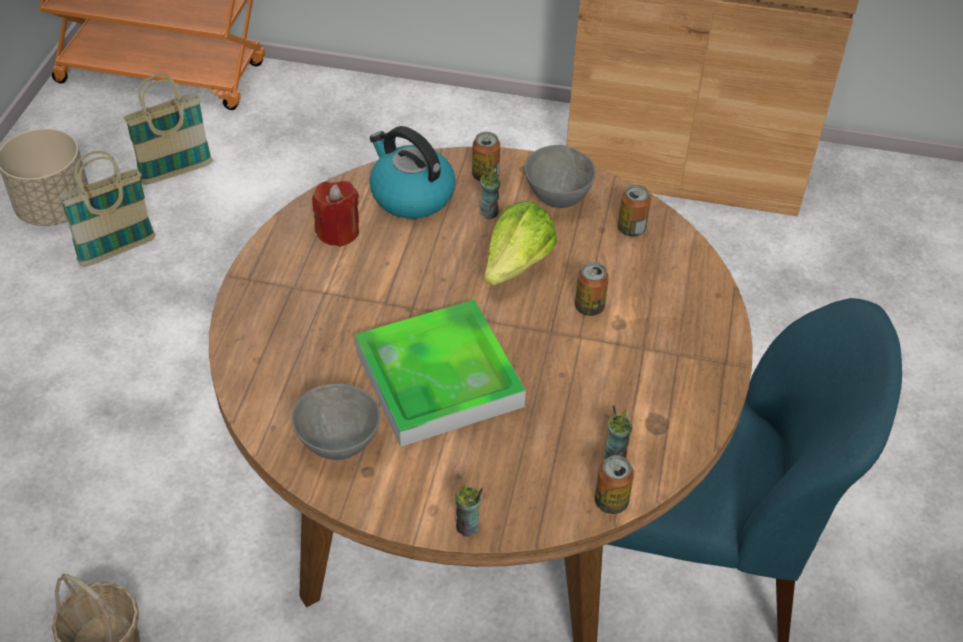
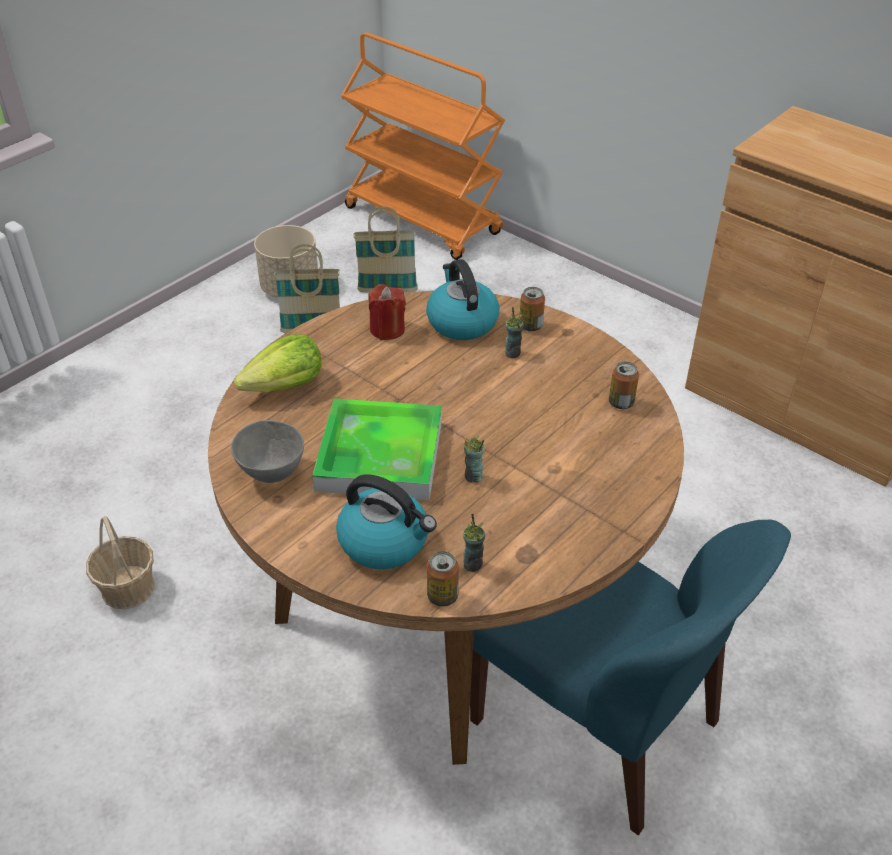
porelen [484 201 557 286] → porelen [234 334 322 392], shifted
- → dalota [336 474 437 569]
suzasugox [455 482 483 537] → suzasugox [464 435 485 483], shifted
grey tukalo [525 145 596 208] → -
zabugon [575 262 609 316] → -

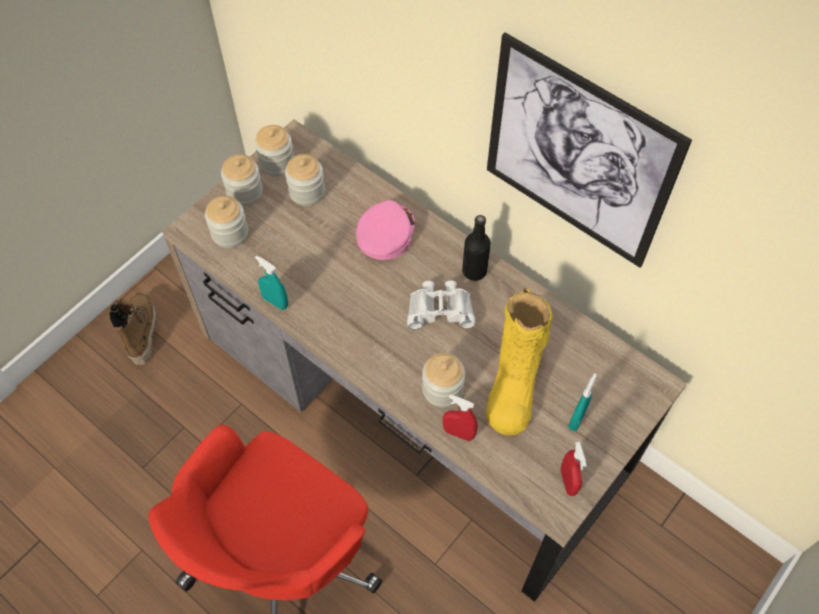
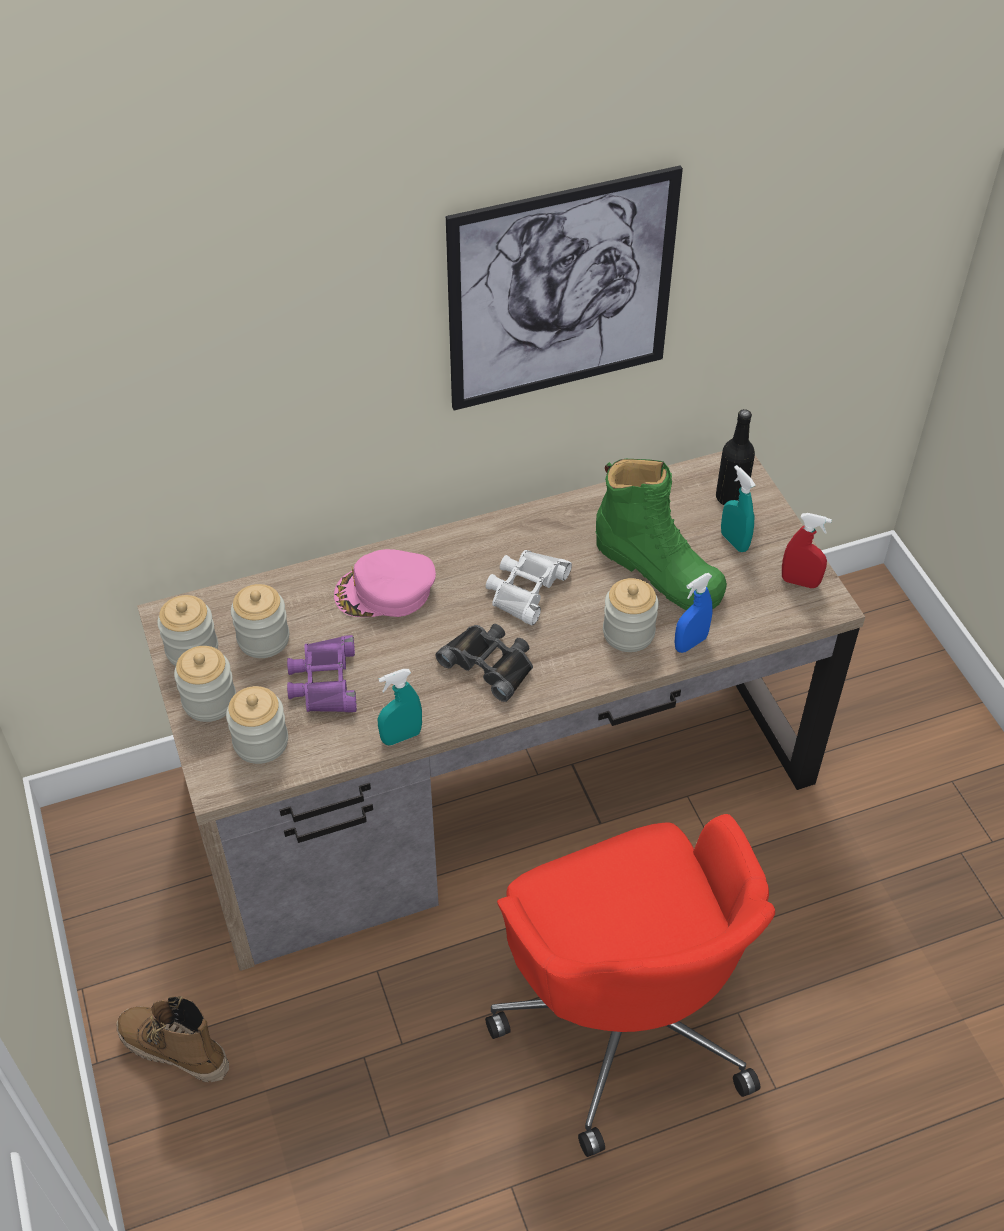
- → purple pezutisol [287 635 357 712]
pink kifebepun [356 200 415 260] → pink kifebepun [334 549 436 617], 60 degrees counterclockwise
- → black pezutisol [436 624 533 702]
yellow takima [486 288 553 435] → green takima [595 459 727 610]
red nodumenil [443 395 478 441] → blue nodumenil [674 573 712 653]
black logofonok [462 215 491 281] → black logofonok [716 409 755 505], shifted

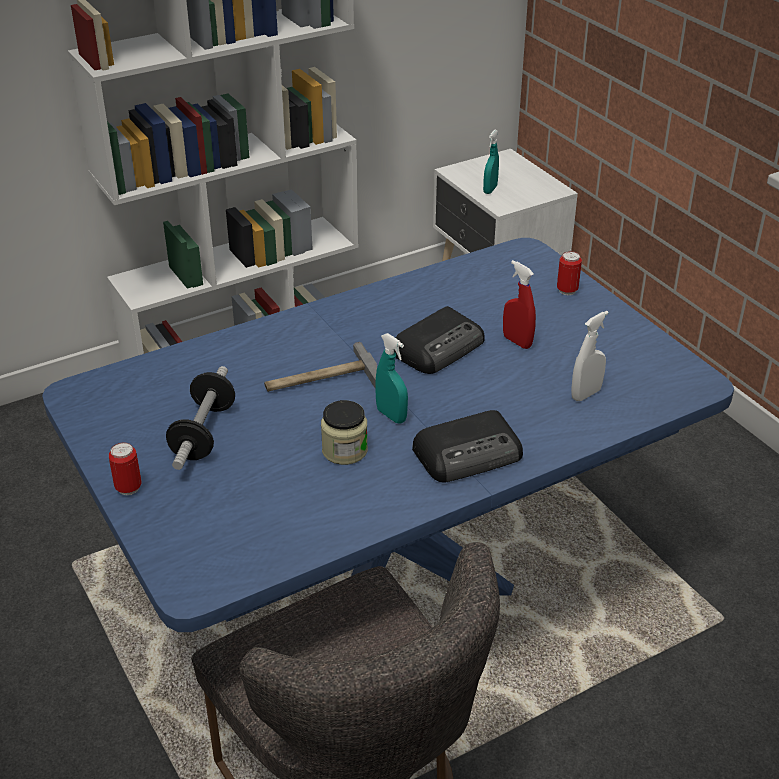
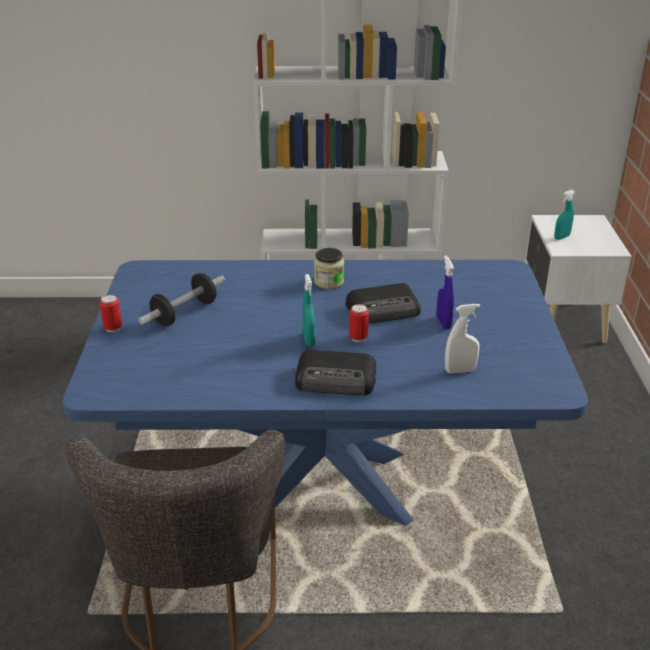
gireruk [321 400 368 465] → gireruk [314 248 344 289], shifted
zabugon [557 251 582 295] → zabugon [349 304 369 342], shifted
red nodumenil [503 260 536 349] → blue nodumenil [437 255 454 329]
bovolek [264 342 377 392] → -

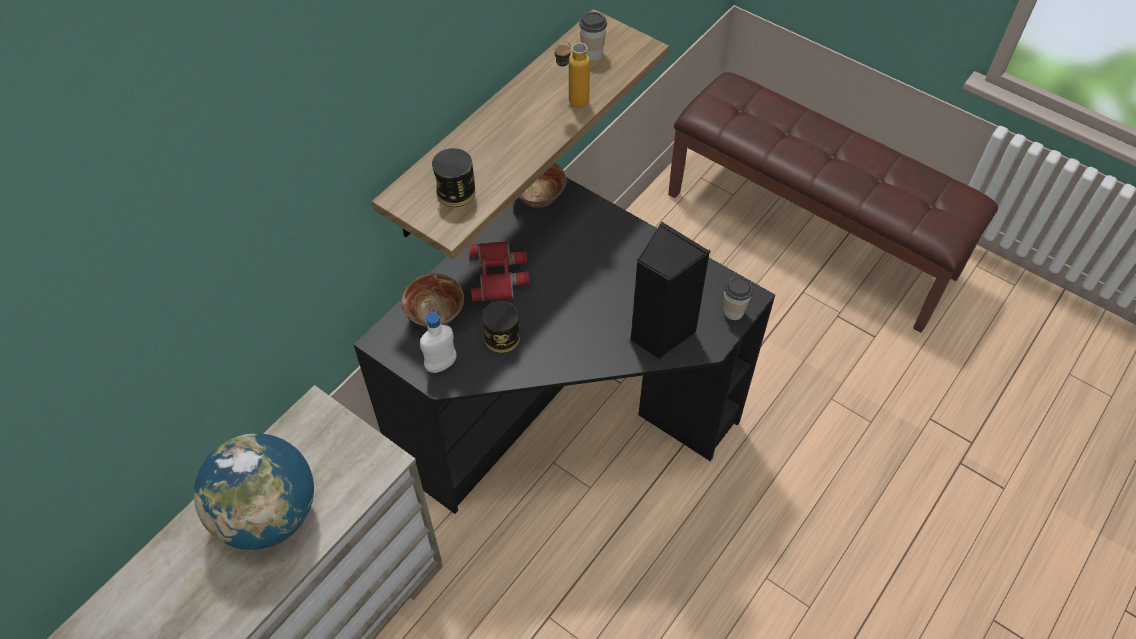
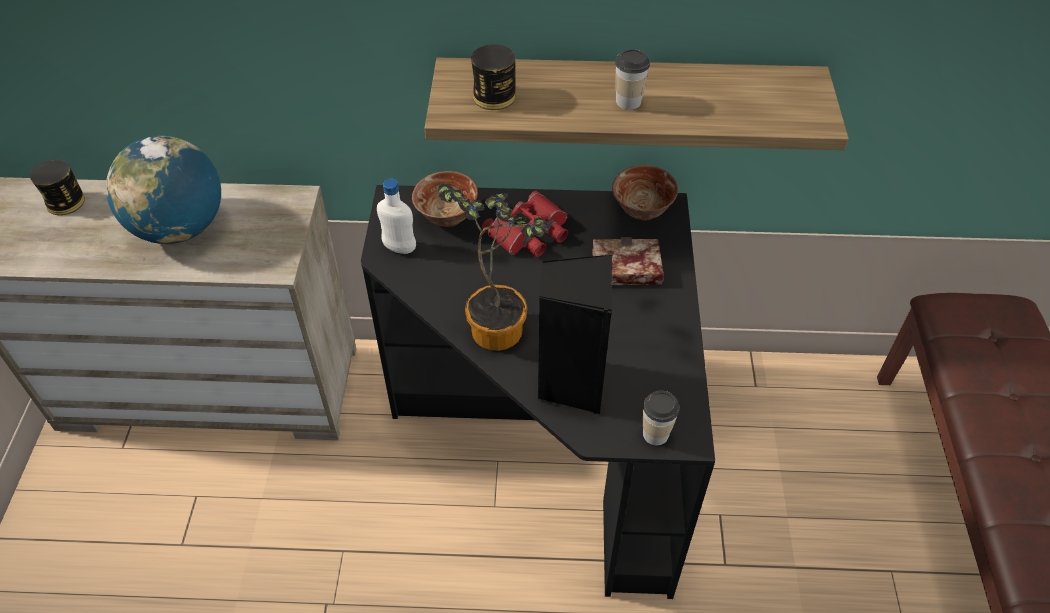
zabugon [482 301 520 353] → zabugon [30 160 85 215], shifted
- → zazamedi [438 183 548 351]
- → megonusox [592 237 663 285]
suzasugox [579 12 607 61] → suzasugox [615 49 650 110], shifted
logofonok [554 41 590 107] → -

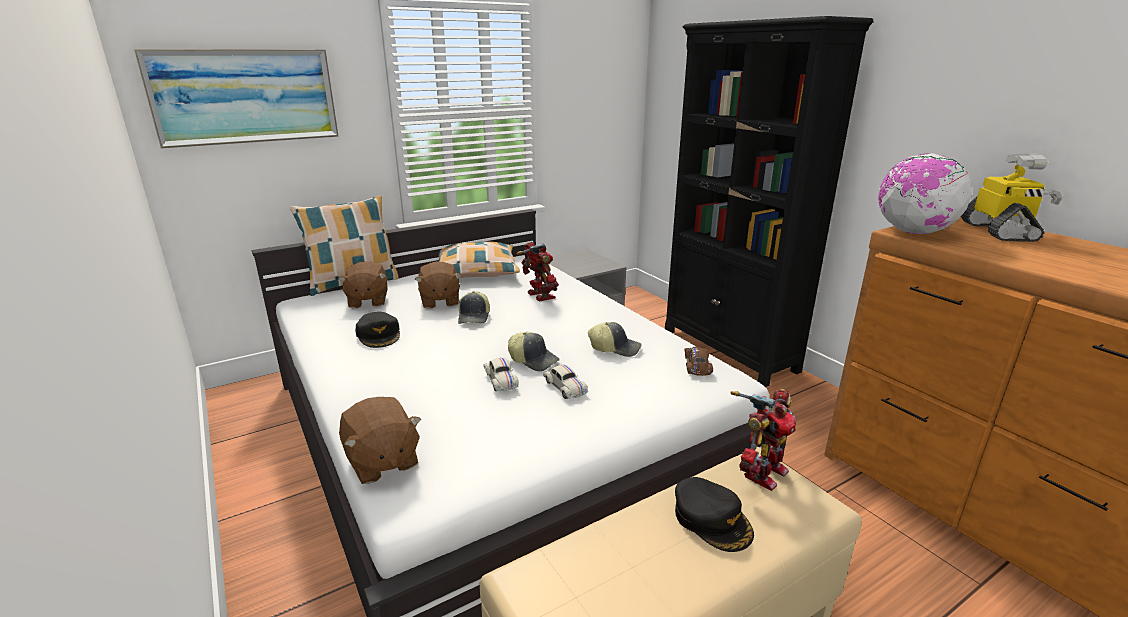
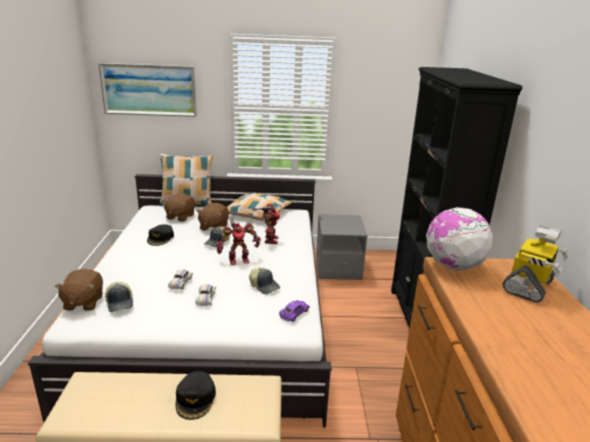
kifebepun [508 332 560 371] → kifebepun [105 282 133 312], shifted
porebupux [730 389 796 491] → porebupux [217 219 261 265], shifted
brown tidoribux [684 346 713 376] → purple tidoribux [279 300 310 322]

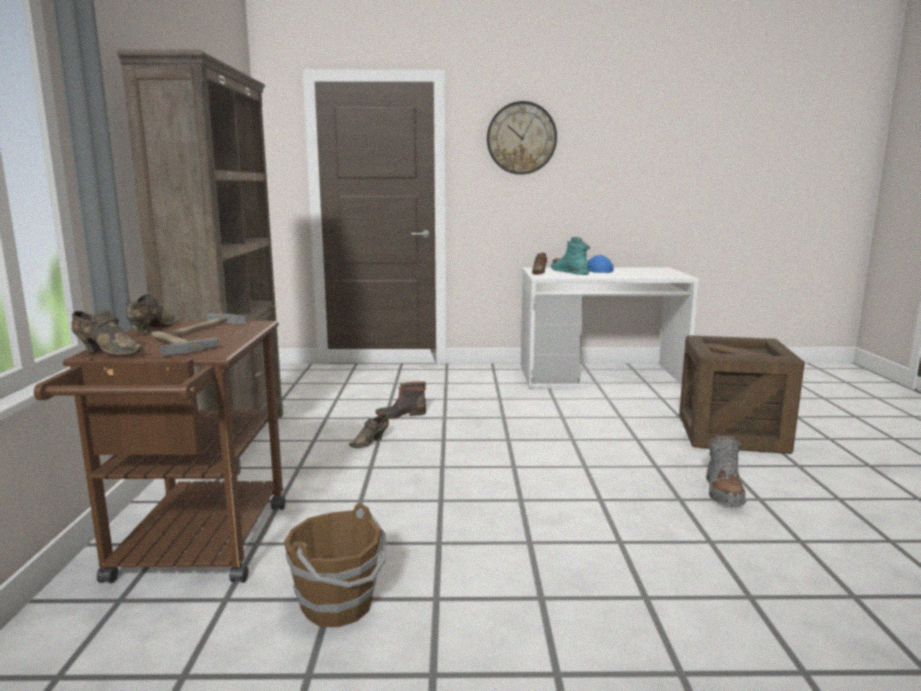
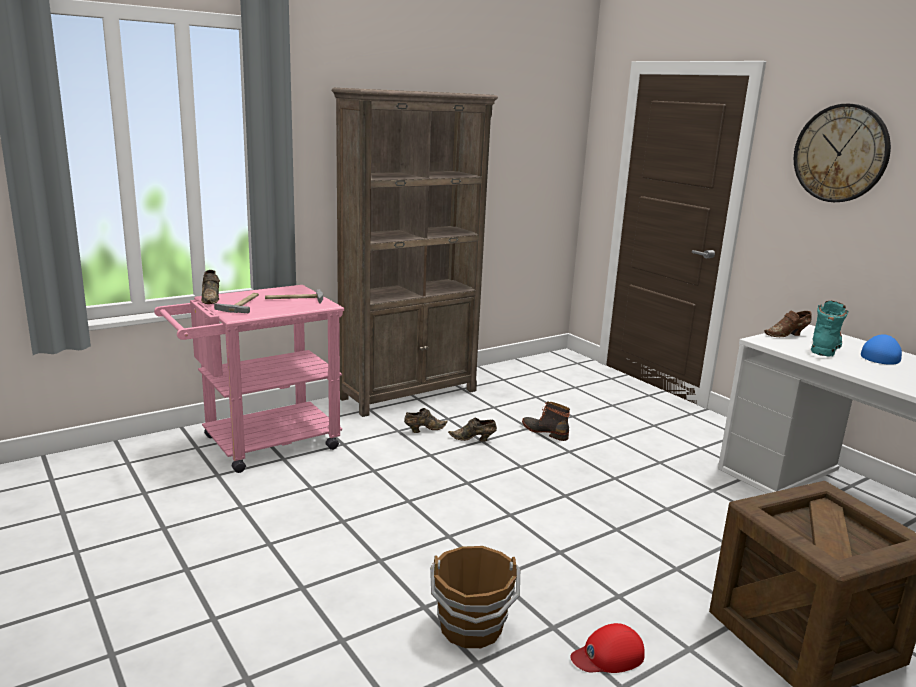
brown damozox [34 321 286 583] → pink damozox [154 285 344 473]
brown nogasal [126 294 175 335] → brown nogasal [404 408 448 433], shifted
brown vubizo [284 504 386 627] → brown vubizo [430 546 520 648], shifted
grey takima [706 435 746 505] → red kifebepun [570 623 645 673]

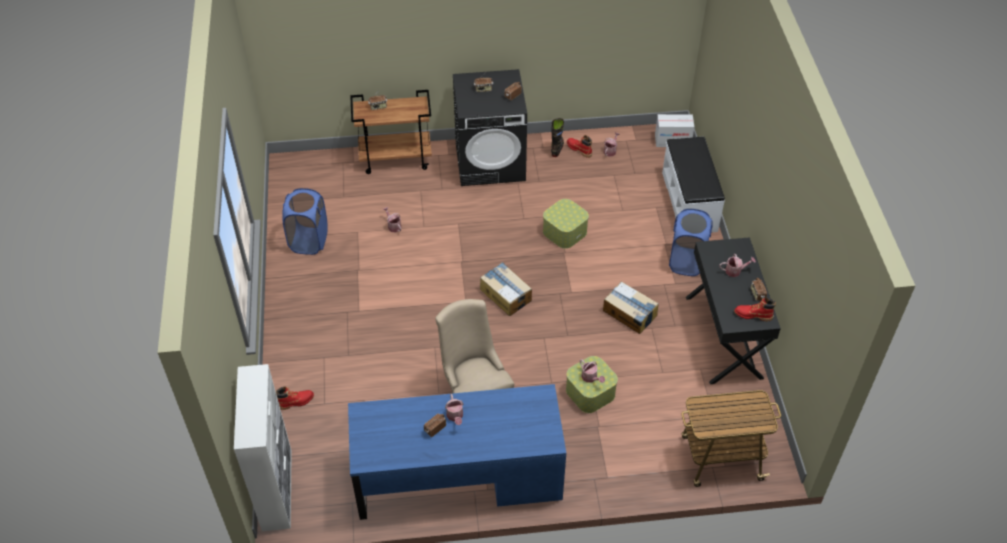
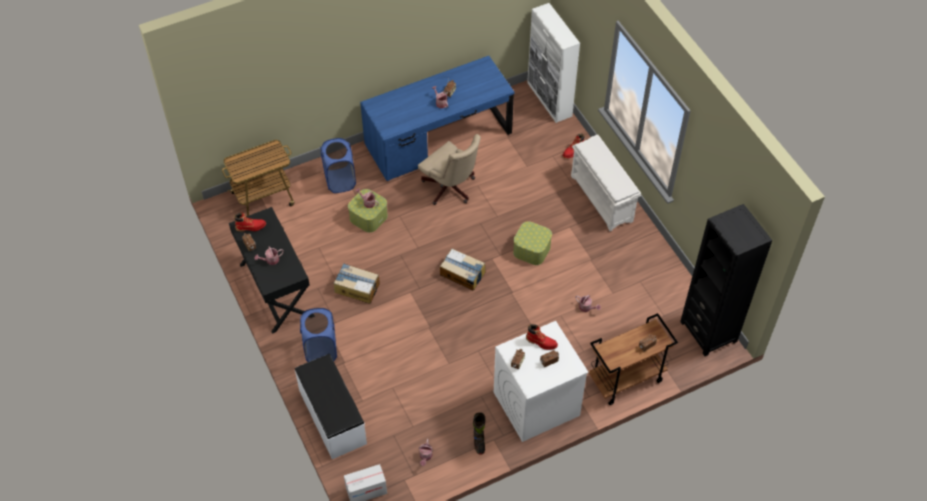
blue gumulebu [282 188 328 255] → blue gumulebu [321 138 356 193], shifted
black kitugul [453 69 527 186] → white kitugul [494 321 588 442]
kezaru [543 199 589 249] → kezaru [513 221 552 265], shifted
red takima [567 135 592 158] → red takima [526 324 558 350], shifted
- → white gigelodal [571 135 641 231]
- → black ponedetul [680 204 772 356]

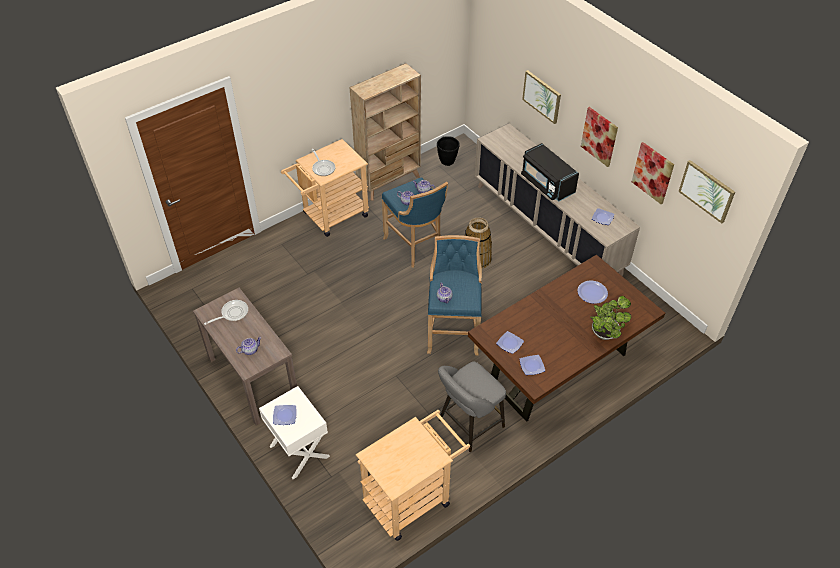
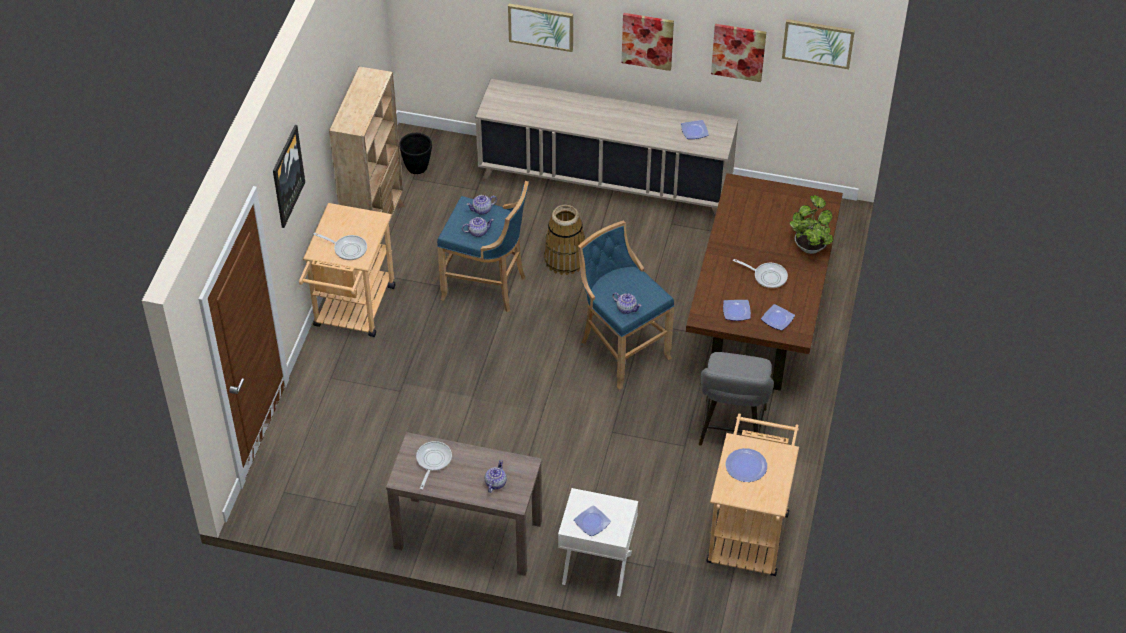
- → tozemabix [273 125 305 228]
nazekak [577 281 608 304] → nazekak [726 448 767 482], shifted
- → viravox [733 259 788 288]
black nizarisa [521 143 579 201] → -

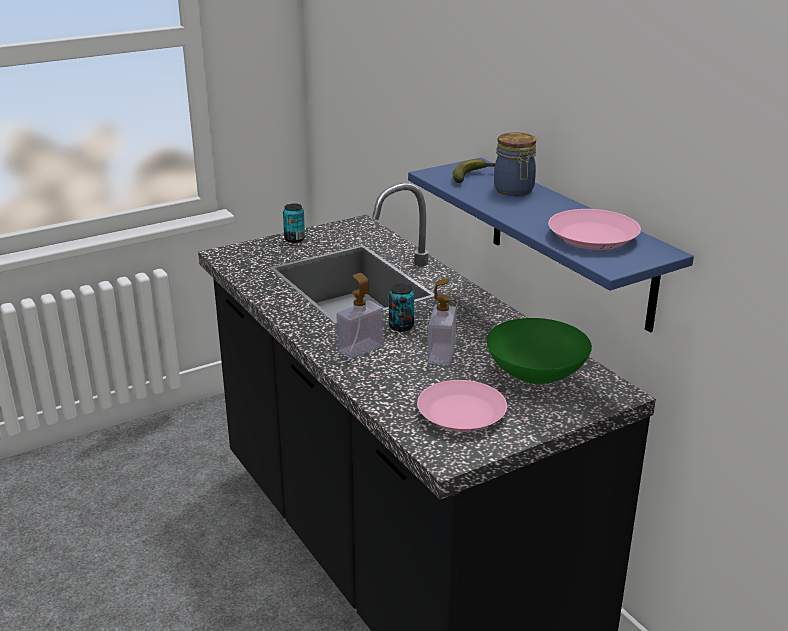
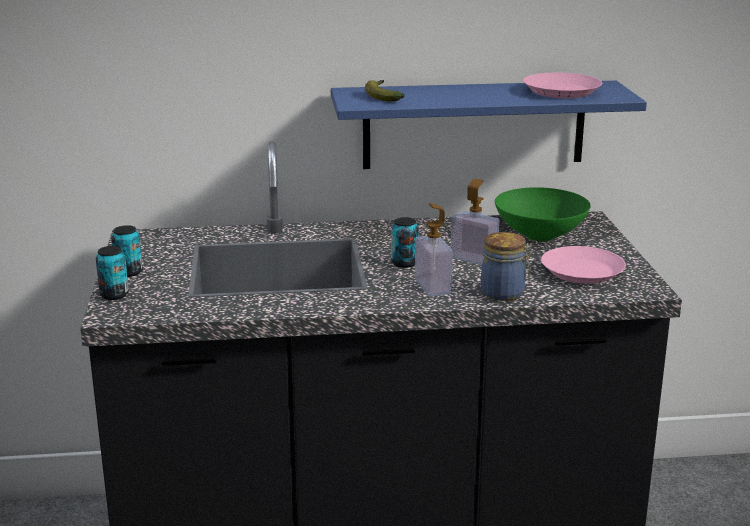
- → zabugon [96 246 129 300]
gireruk [494 132 536 196] → gireruk [481 232 531 301], shifted

